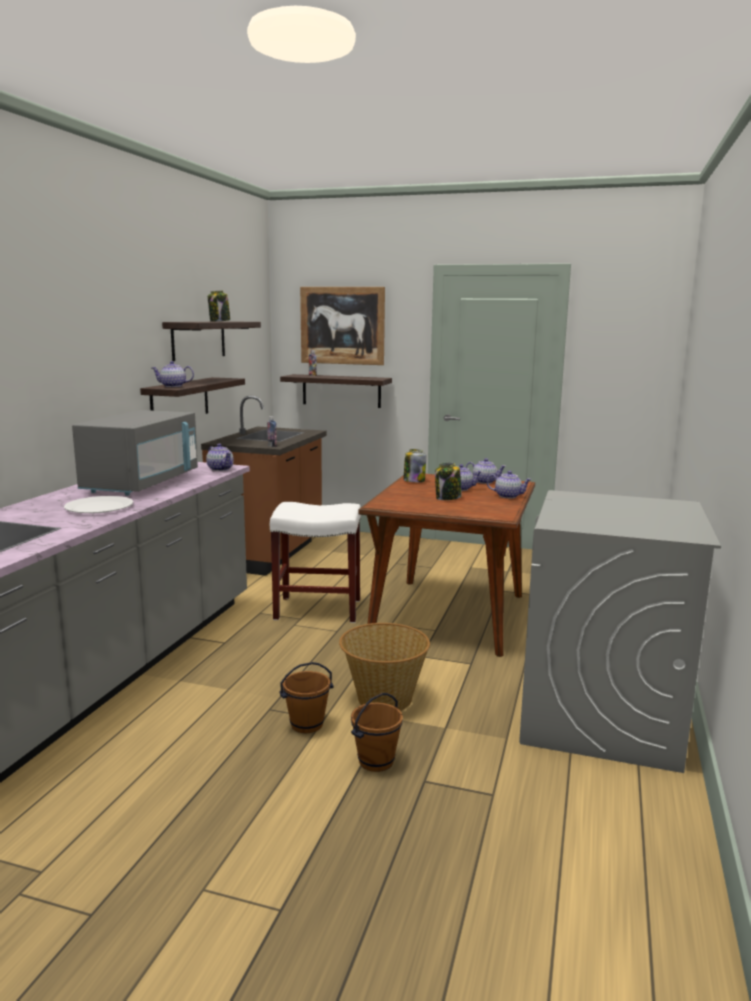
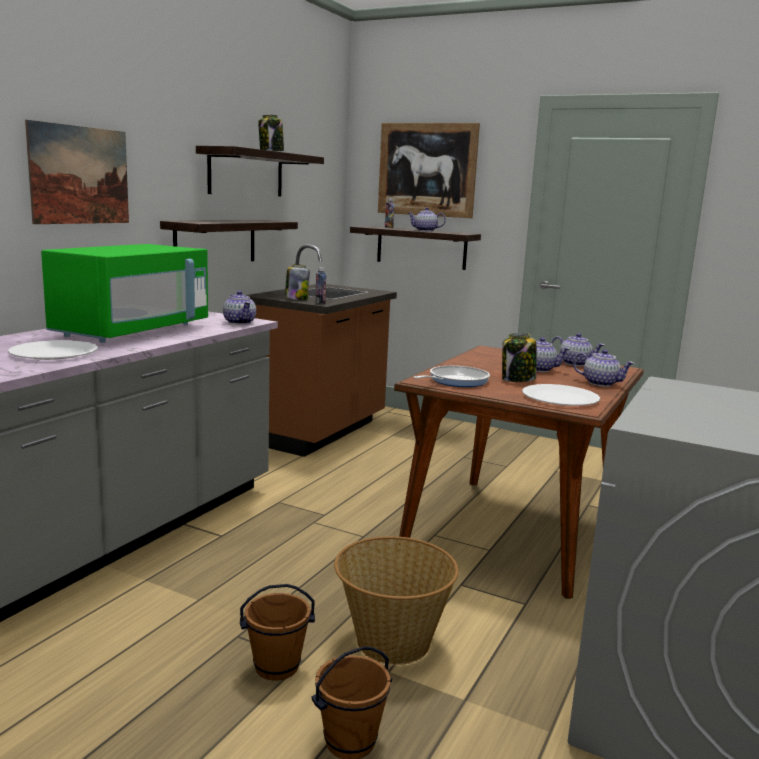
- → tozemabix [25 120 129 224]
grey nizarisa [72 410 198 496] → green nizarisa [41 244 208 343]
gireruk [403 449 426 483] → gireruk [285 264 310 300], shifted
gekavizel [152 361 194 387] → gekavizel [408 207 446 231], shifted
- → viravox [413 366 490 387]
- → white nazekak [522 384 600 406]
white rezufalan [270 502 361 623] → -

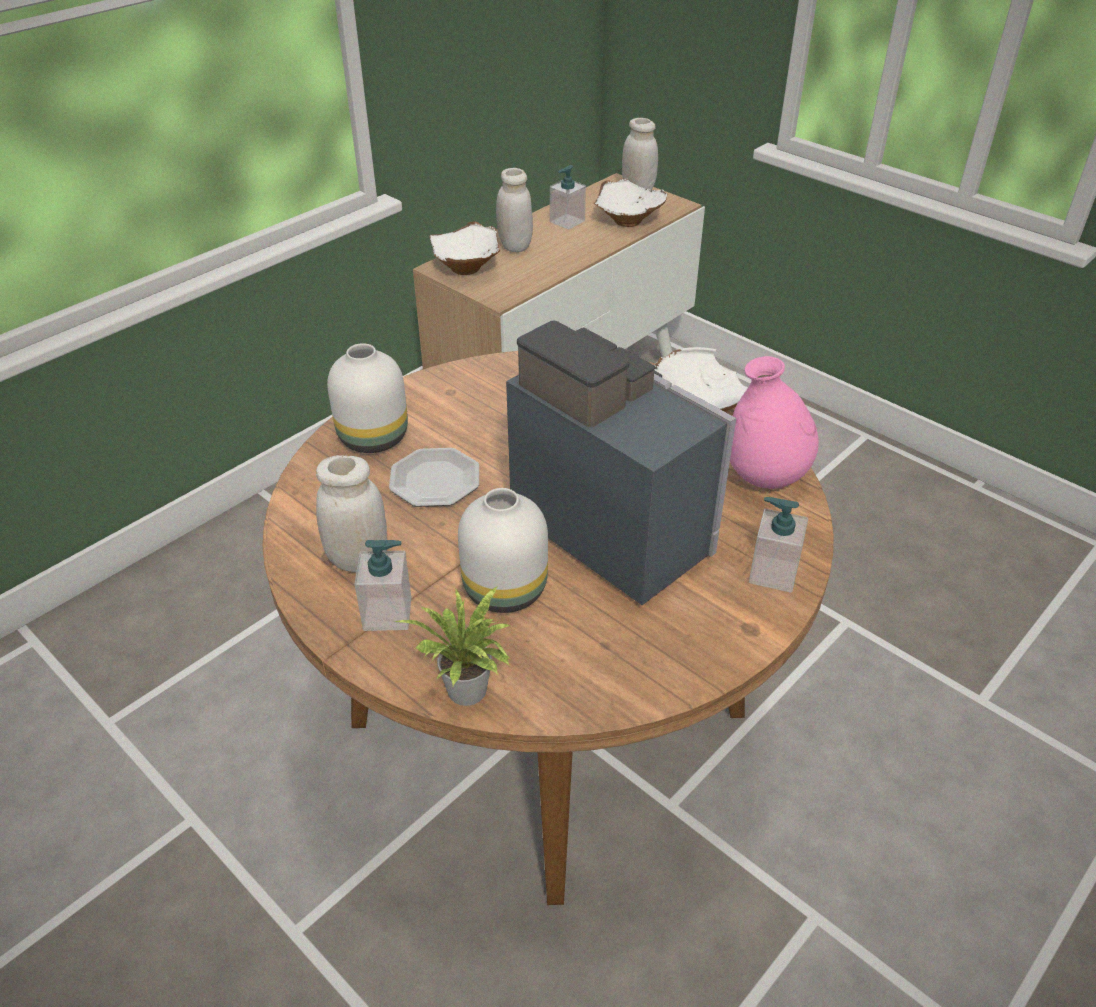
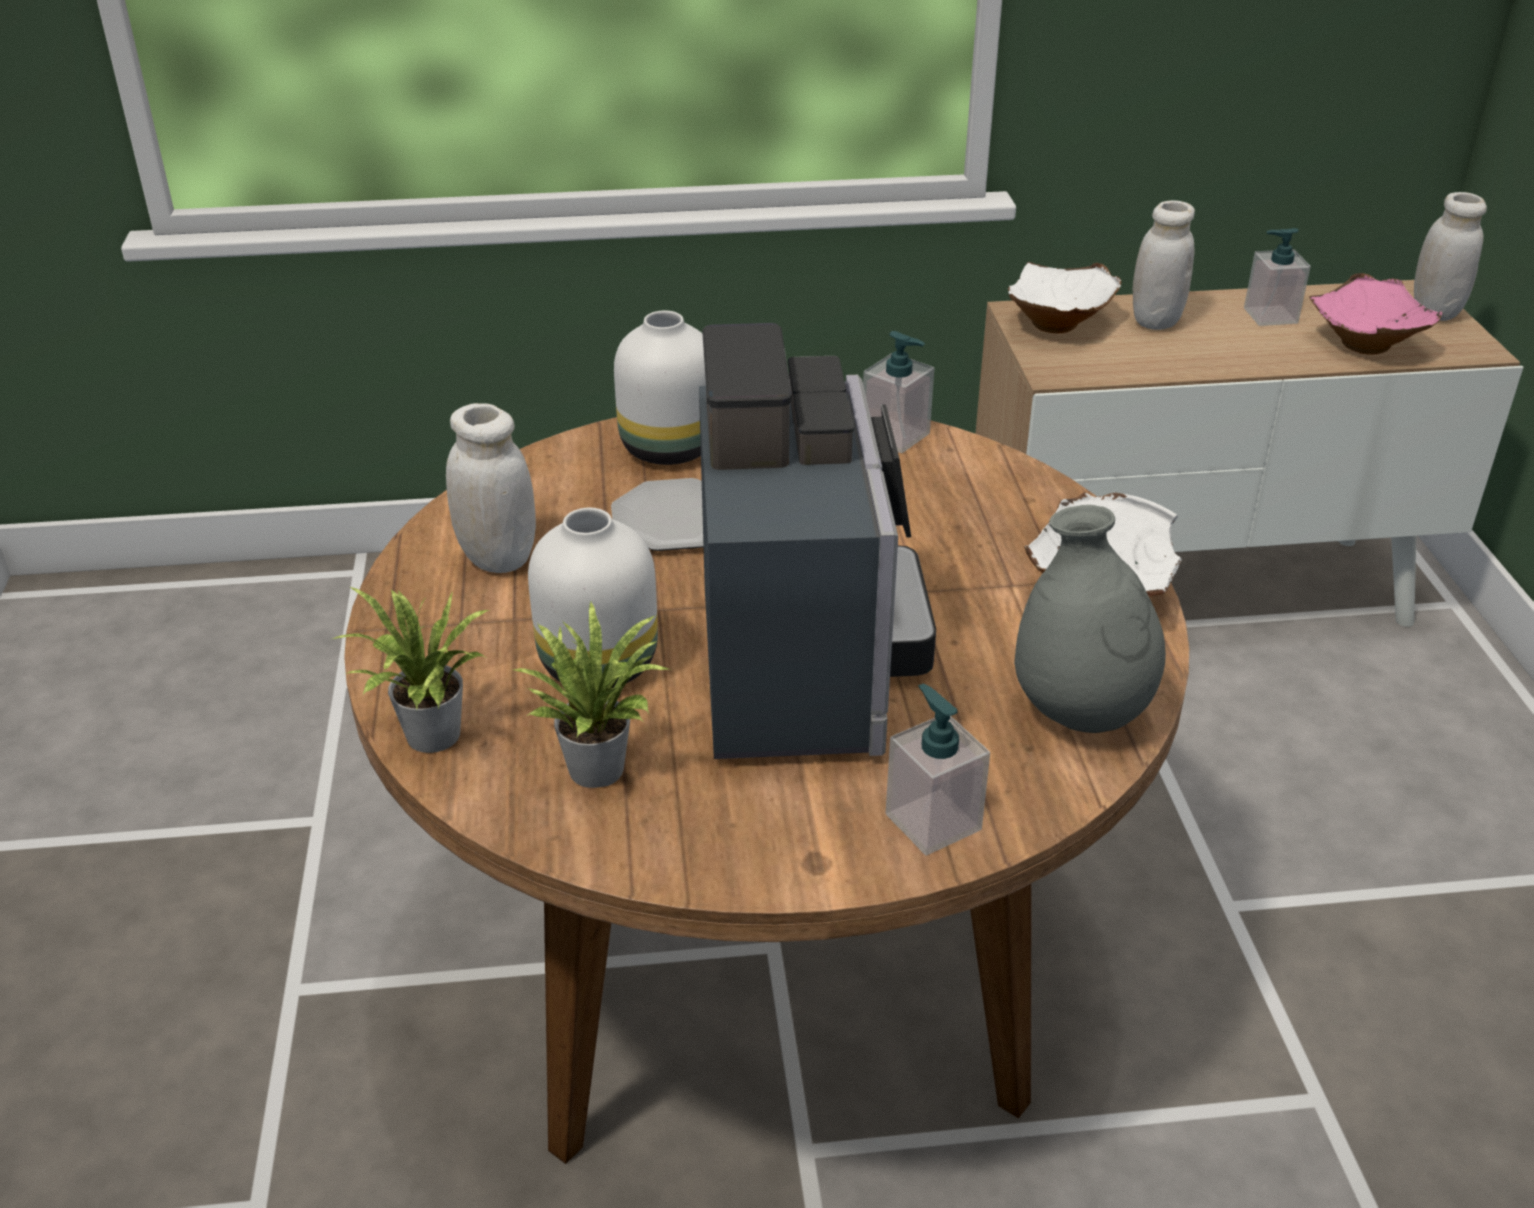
- → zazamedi [514 600 670 788]
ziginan [355 540 411 631] → ziginan [863 331 934 453], shifted
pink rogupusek [730 356 819 489] → grey rogupusek [1014 505 1166 733]
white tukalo [594 178 667 227] → pink tukalo [1309 273 1442 355]

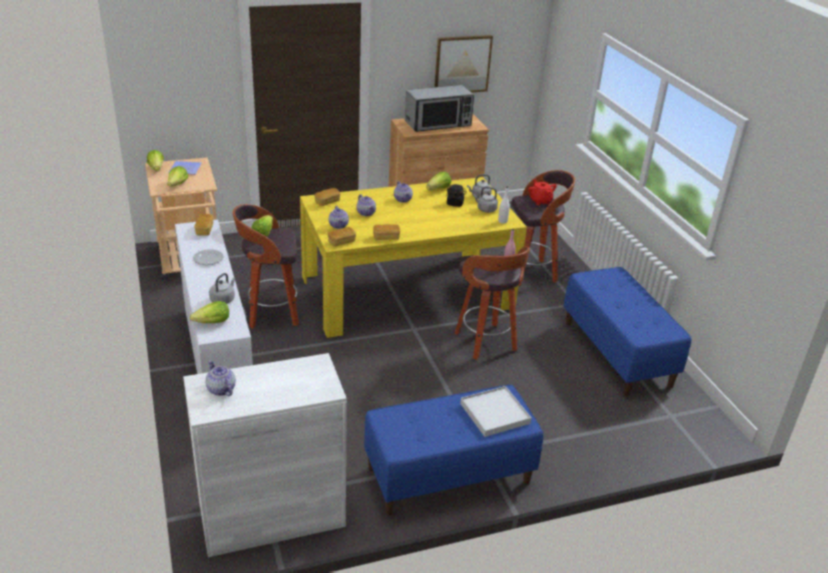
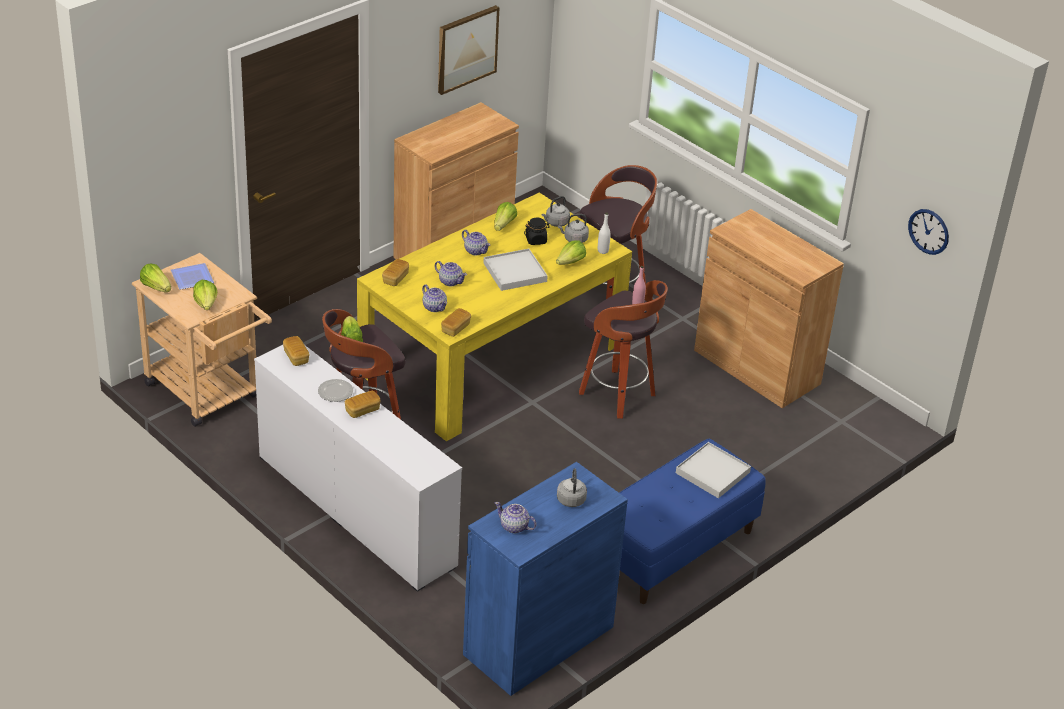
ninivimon [373 224 400 240] → ninivimon [345 391 380 418], shifted
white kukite [183 353 347 557] → blue kukite [463 462 628 696]
- → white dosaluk [484 249 548 291]
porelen [190 301 229 323] → porelen [556 240 586 265], shifted
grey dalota [209 273 235 304] → grey dalota [557 469 587 507], shifted
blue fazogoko [563 267 691 397] → brown kukite [694 209 844 408]
- → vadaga [908 209 949 255]
nizarisa [405 85 474 132] → -
red gekavizel [528 179 557 205] → -

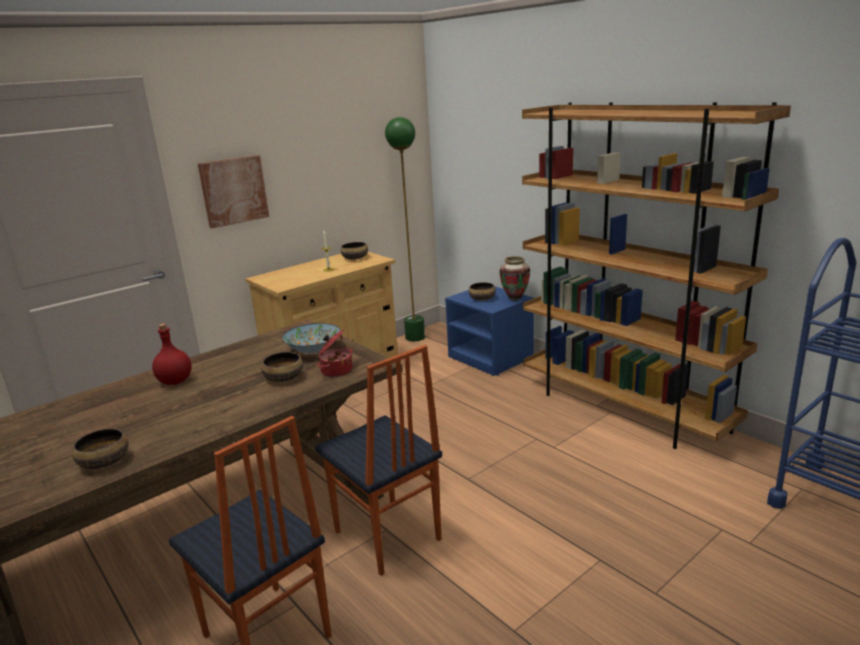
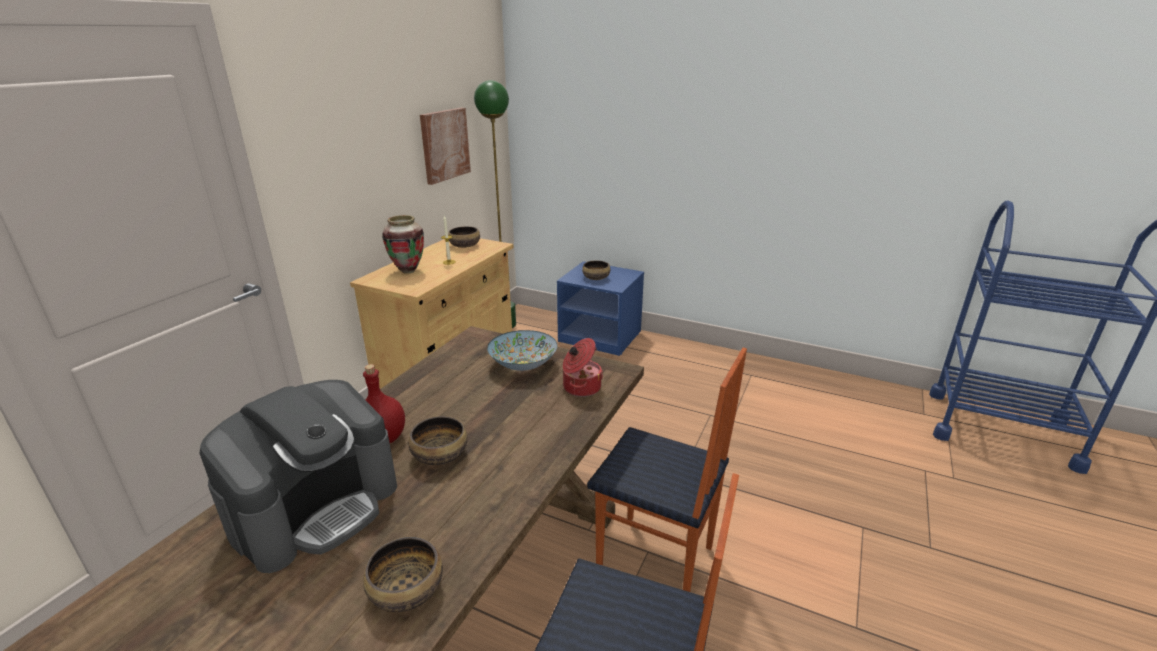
- → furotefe [199 380 397 573]
rogupusek [500 256 530 301] → rogupusek [382 215 424 274], shifted
tukalo [261 352 303 382] → tukalo [408 416 468 465], shifted
tozemabix [198 155 269 228] → tozemabix [420 108 471 185], shifted
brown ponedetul [522 102 791 449] → -

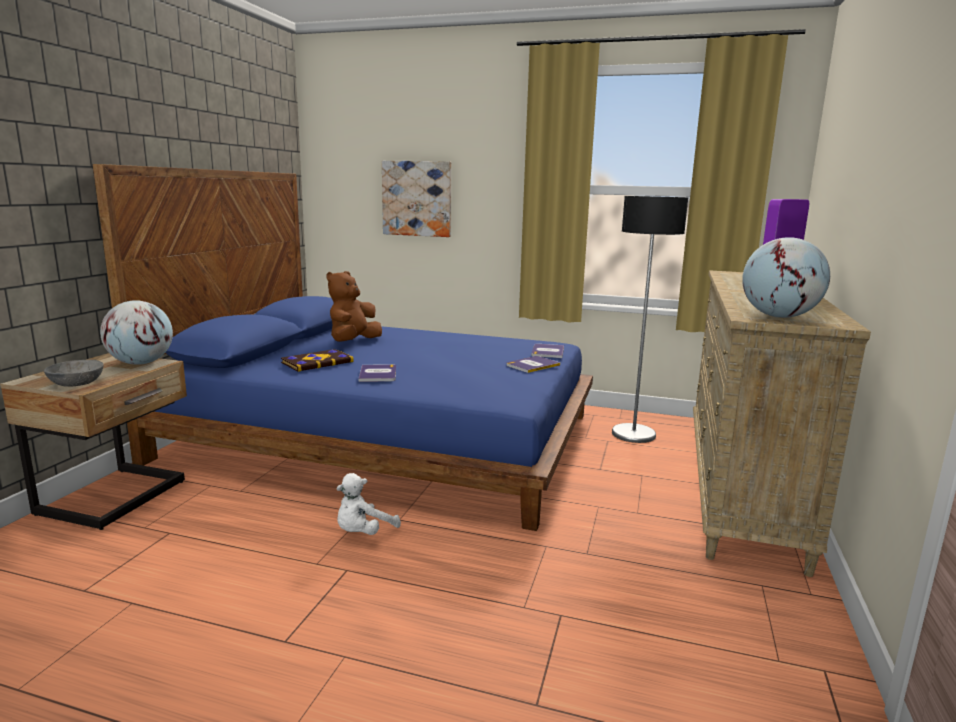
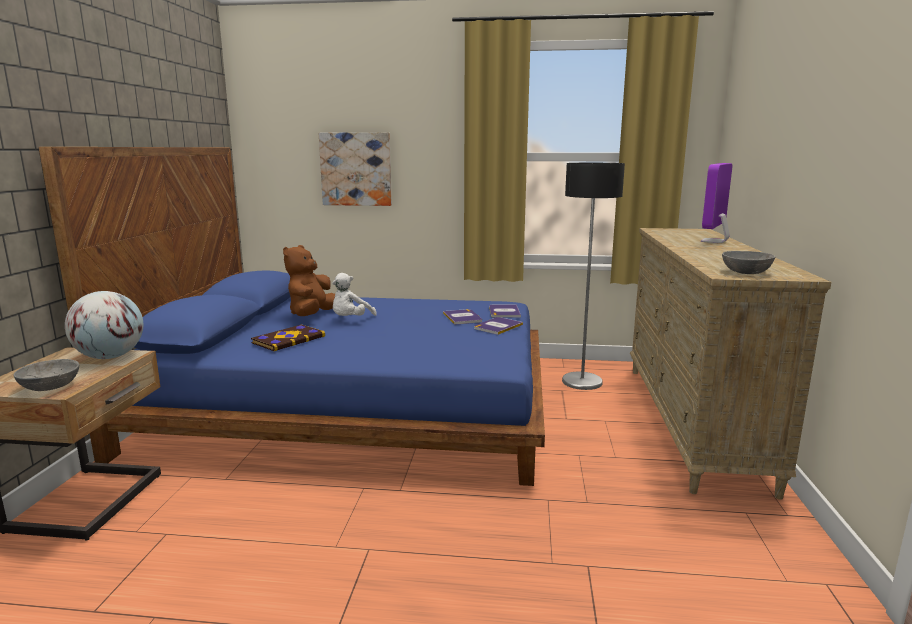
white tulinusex [336 473 401 535] → white tulinusex [332 273 377 316], shifted
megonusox [359 364 396 382] → megonusox [443 309 482 325], shifted
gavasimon [742 237 830 318] → grey tukalo [722 251 775 274]

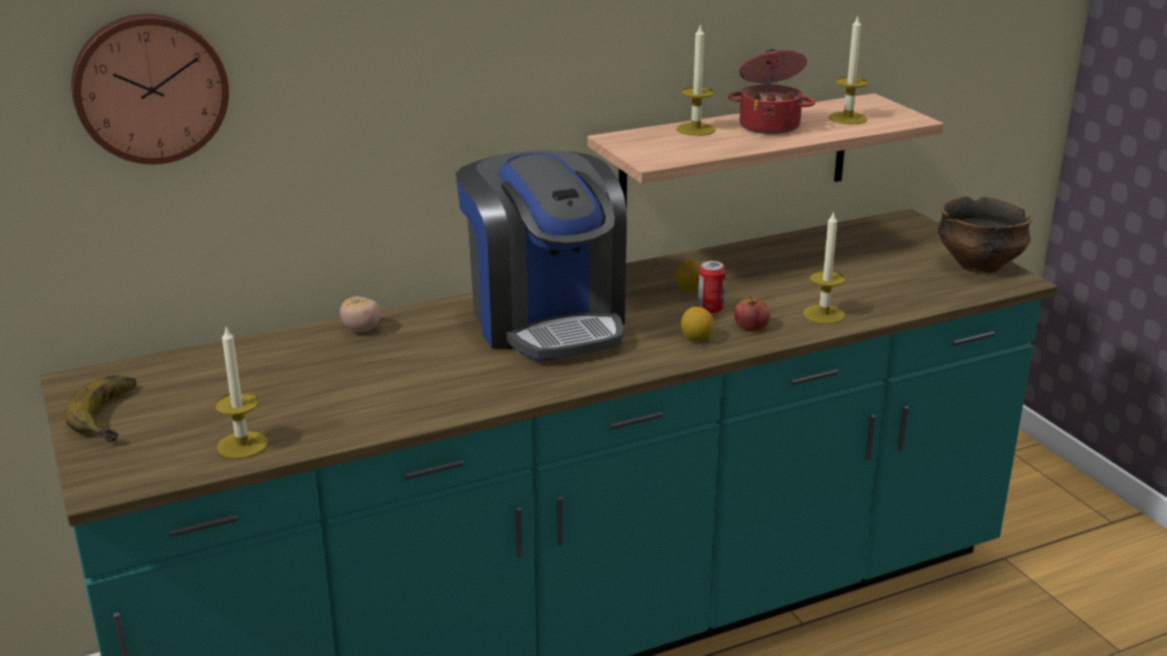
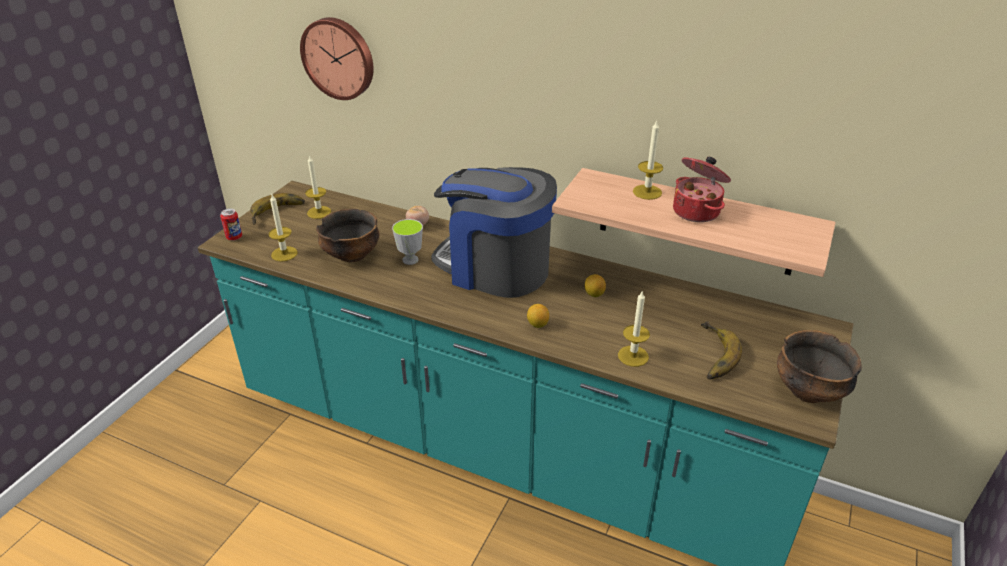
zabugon [697 261 725 314] → zabugon [220 208 242 241], shifted
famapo [829 16 868 124] → famapo [305 155 331 219], shifted
- → tukalo [316 209 379 262]
- → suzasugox [392 219 423 265]
furotefe [455 150 627 361] → furotefe [431 167 557 298], 90 degrees clockwise
- → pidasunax [701 321 742 380]
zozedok [734 296 770 331] → -

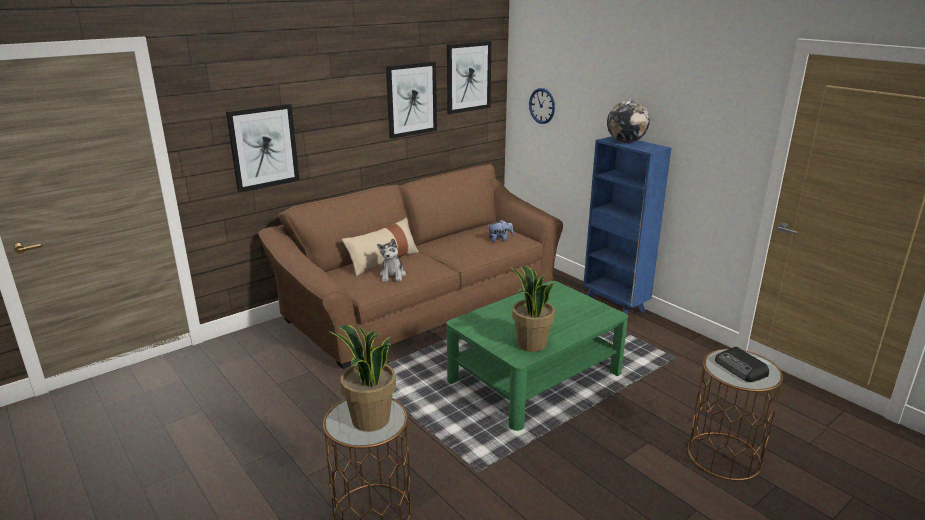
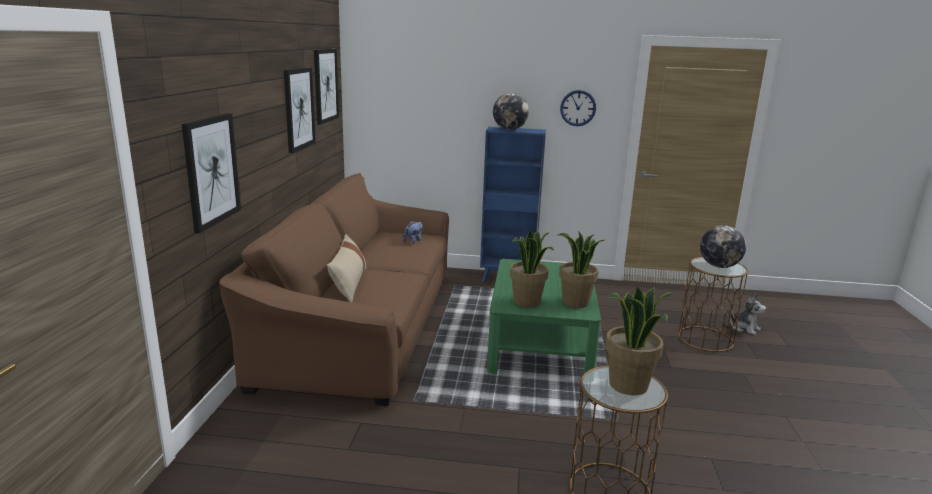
- → zazamedi [510 230 554 308]
vadaga [529 88 555 124] → vadaga [560 90 596 126], shifted
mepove [715 347 769 382] → gavasimon [700 225 746 268]
tulinusex [377 239 406 282] → tulinusex [727 294 767 335], shifted

